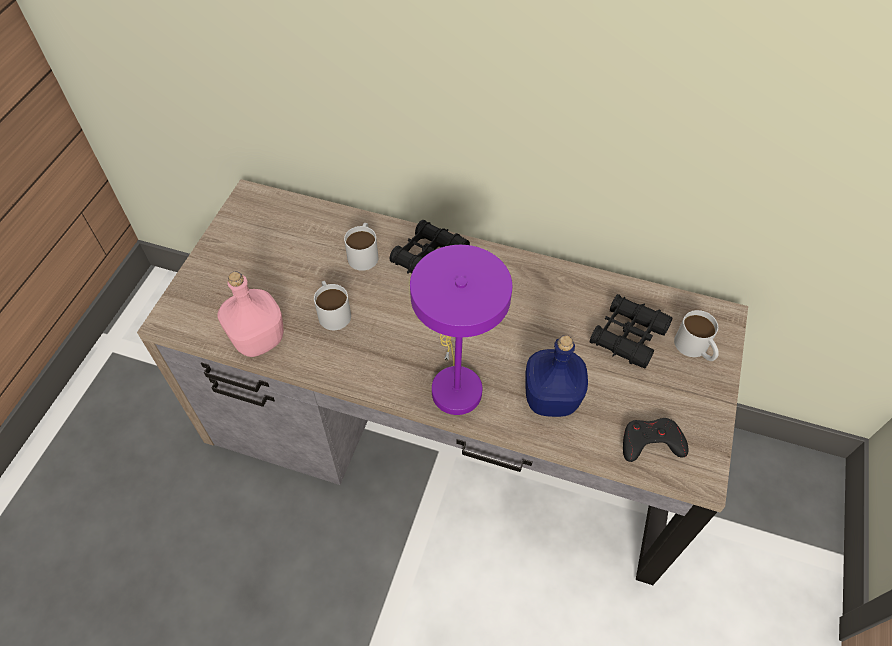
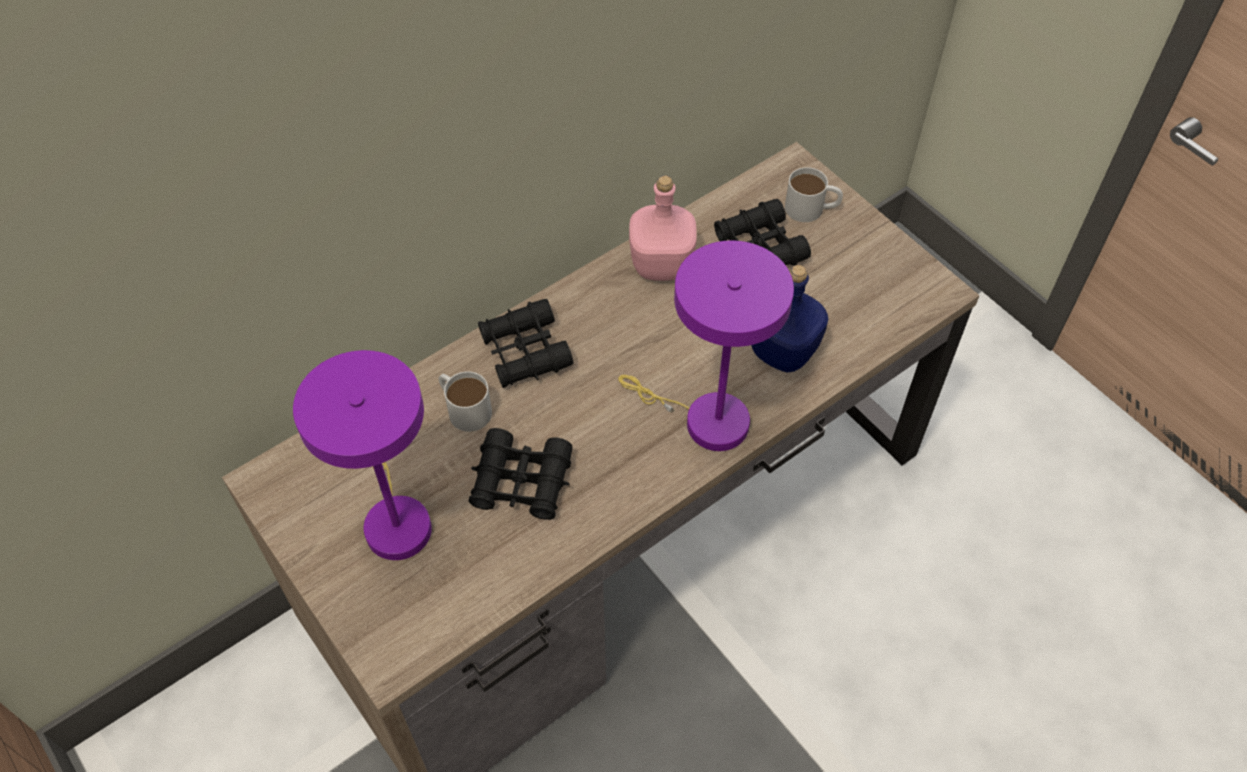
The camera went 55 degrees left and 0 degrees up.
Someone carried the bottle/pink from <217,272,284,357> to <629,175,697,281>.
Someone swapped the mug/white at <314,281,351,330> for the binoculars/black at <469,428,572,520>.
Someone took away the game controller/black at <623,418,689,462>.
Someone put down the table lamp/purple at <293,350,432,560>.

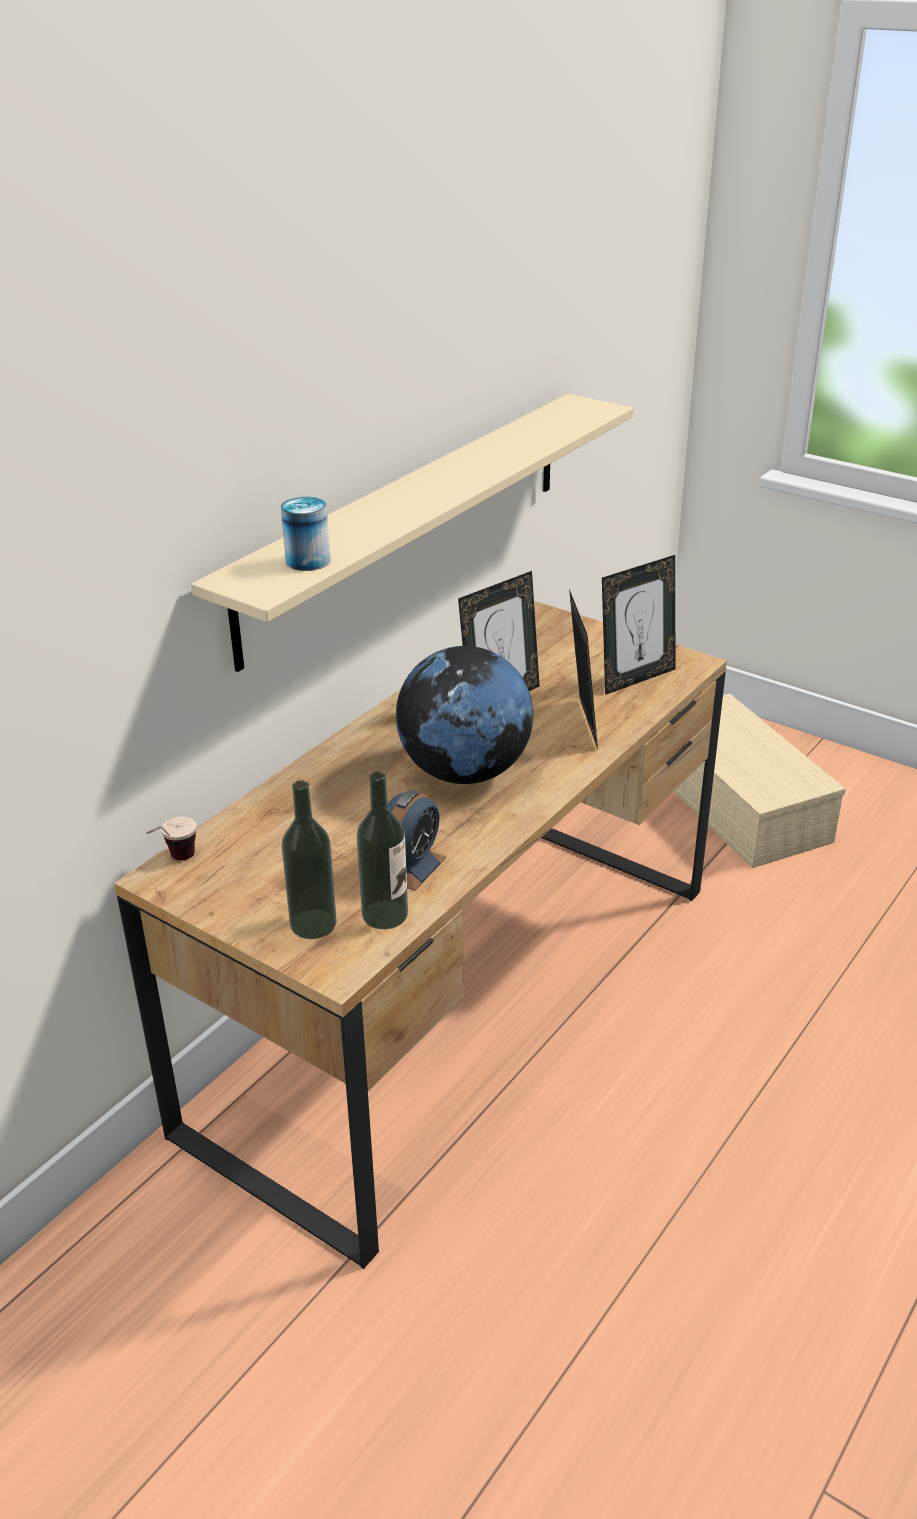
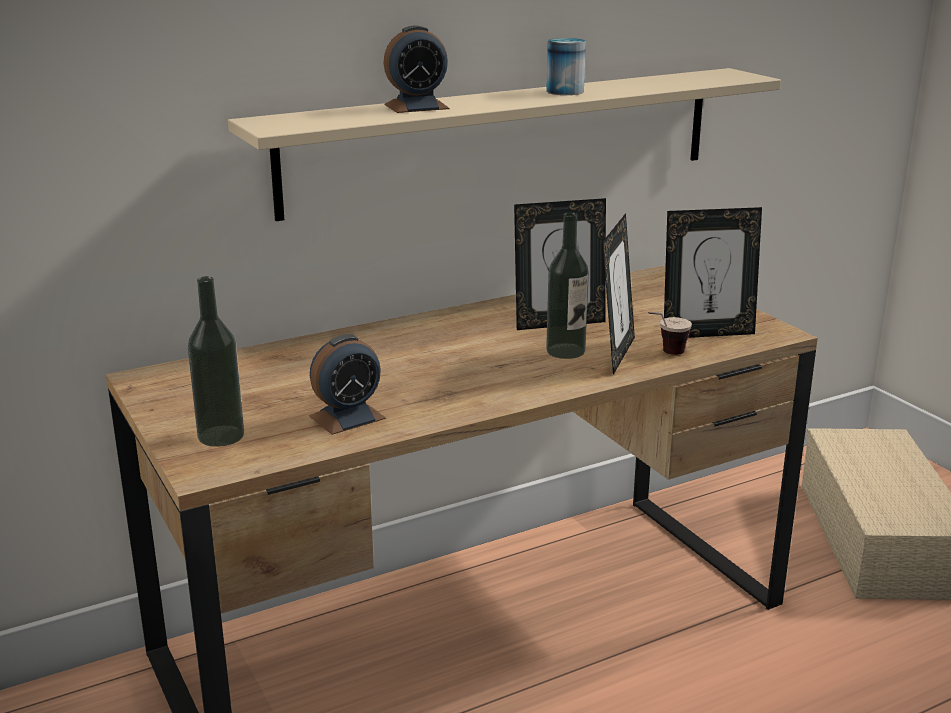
The camera went 25 degrees right and 10 degrees down.
Someone carried the can from <281,497,330,571> to <546,38,586,95>.
Someone took away the globe at <396,646,533,784>.
Someone carried the bottle from <357,771,408,929> to <546,212,589,359>.
Someone carried the cup from <146,817,196,861> to <648,312,692,355>.
Someone put down the alarm clock at <384,25,450,113>.

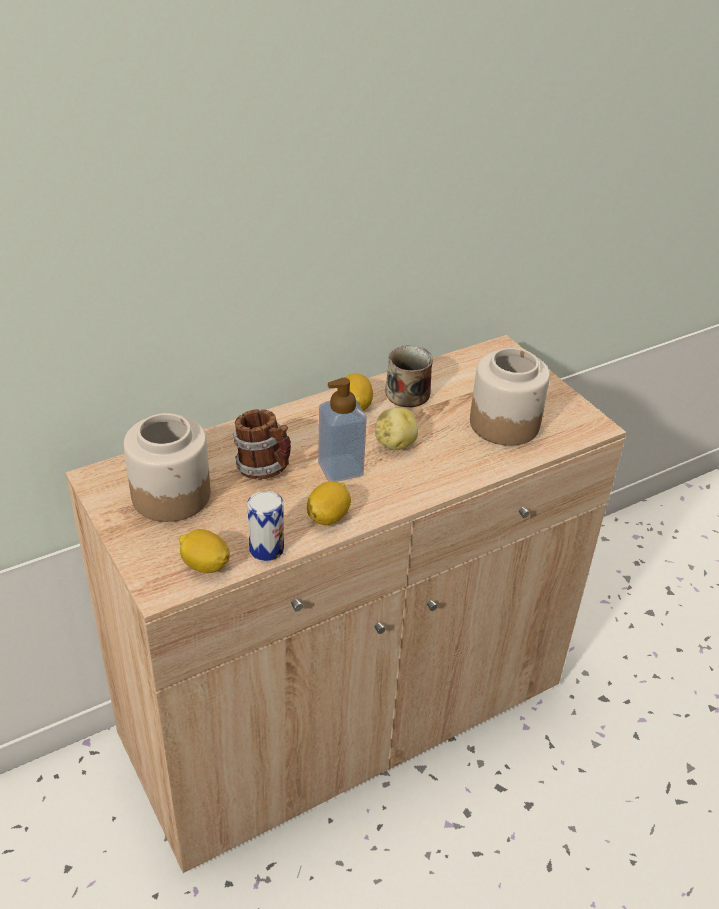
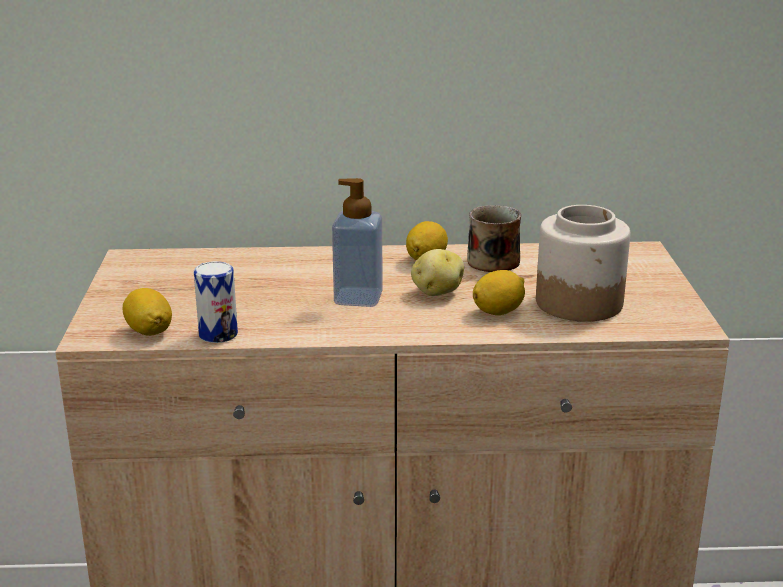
The camera went 30 degrees right and 15 degrees down.
Someone took away the mug at <233,409,291,479>.
Someone took away the jar at <124,413,210,522>.
Someone carried the lemon from <307,481,351,525> to <473,270,525,315>.

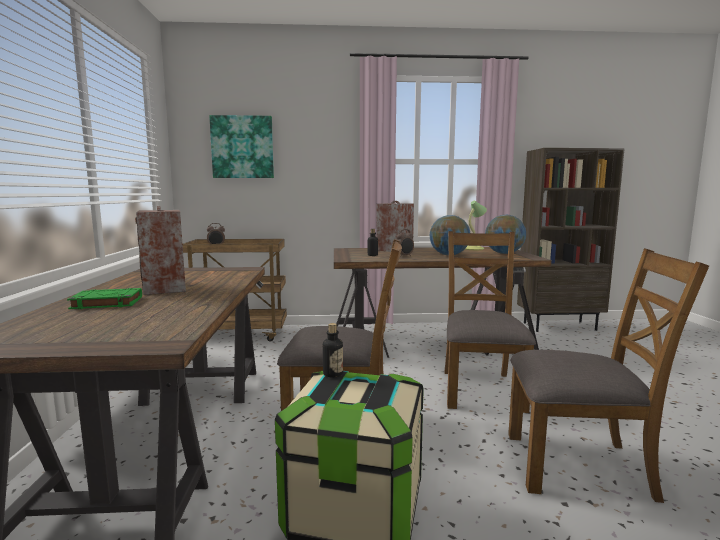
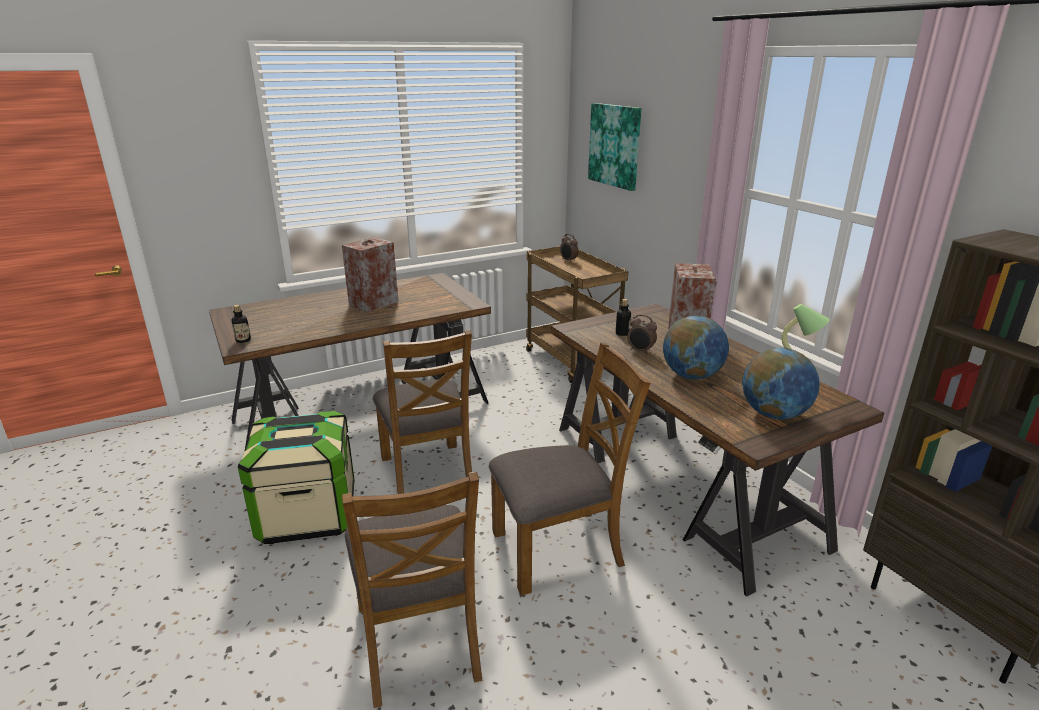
The camera went 65 degrees right and 15 degrees up.
Someone took away the book/green at <67,288,142,309>.
Someone carried the bottle from <323,323,343,378> to <232,305,251,343>.

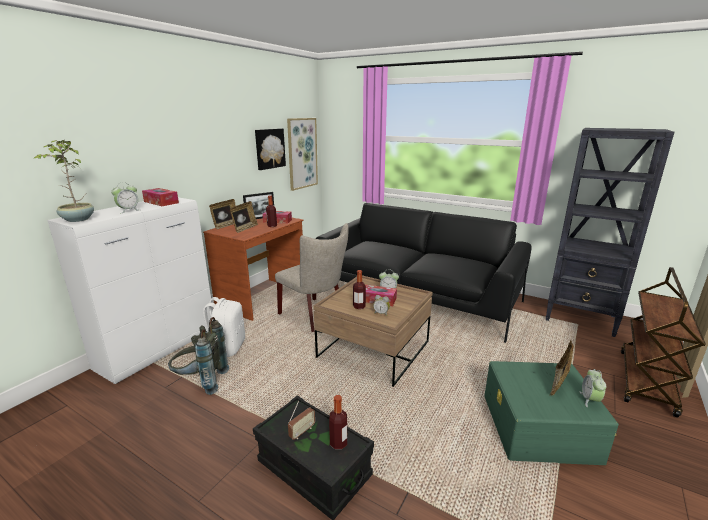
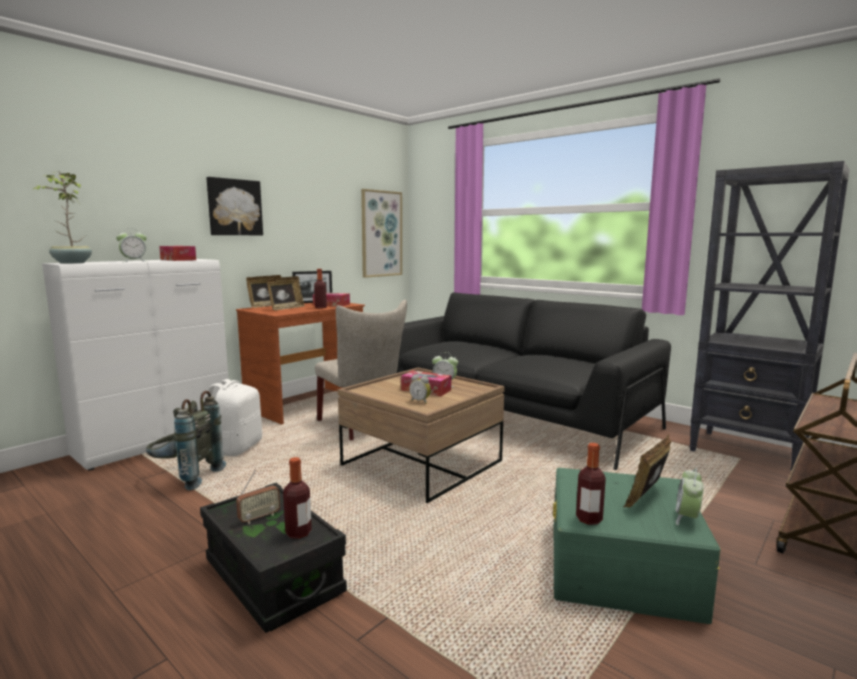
The camera went 10 degrees right and 10 degrees down.
Someone carried the picture from <255,128,286,170> to <206,177,263,235>.
Someone carried the bottle from <353,270,366,309> to <576,443,606,525>.

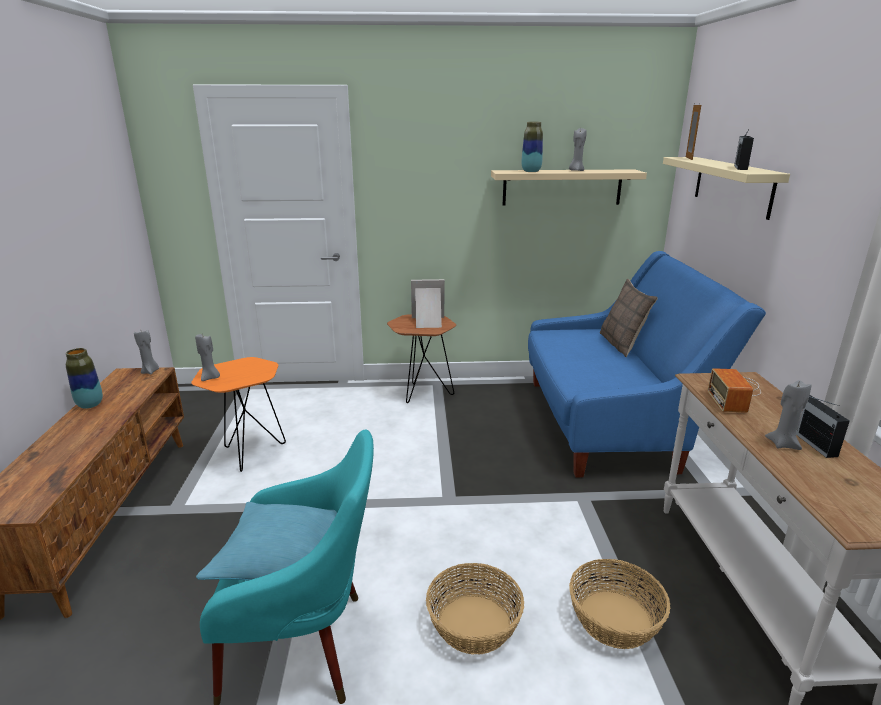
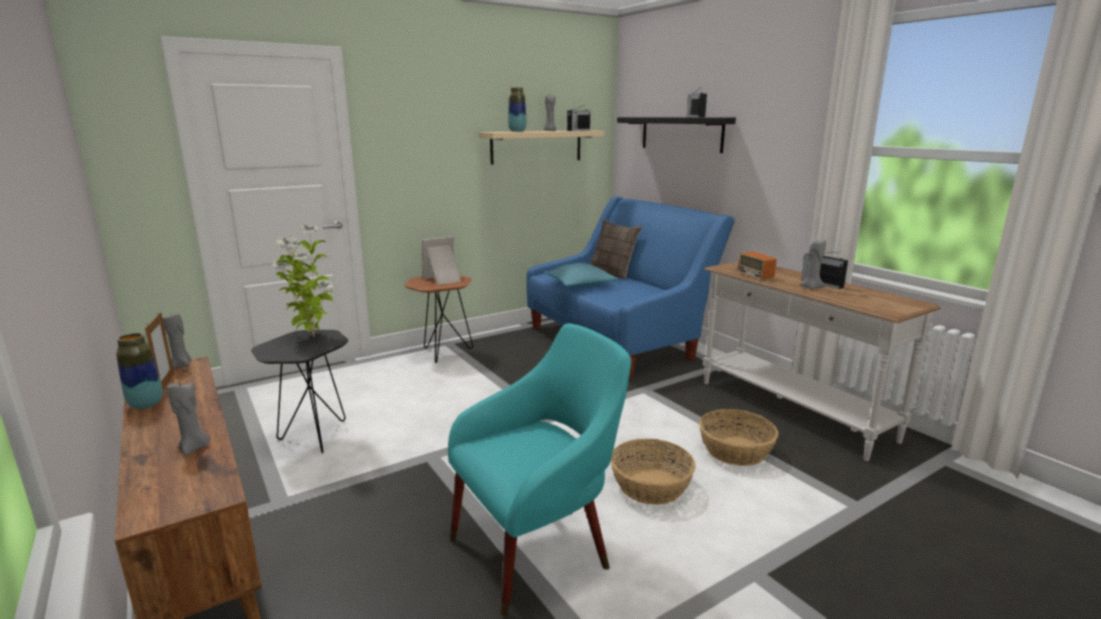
The camera went 30 degrees left and 5 degrees down.
Someone carried the picture frame from <686,104,701,160> to <145,312,174,389>.
Someone repainted the shelf/beige at <663,157,790,220>, which became the shelf/black at <617,117,736,153>.
Someone carried the candle/grey from <195,334,220,381> to <167,381,210,455>.
Someone repainted the side table/orange at <191,357,286,472>, which became the side table/black at <251,330,348,454>.
Someone carried the pillow/turquoise from <196,502,337,581> to <544,263,619,287>.
Someone put down the radio at <567,106,590,131>.
Someone put down the potted plant at <272,225,334,337>.

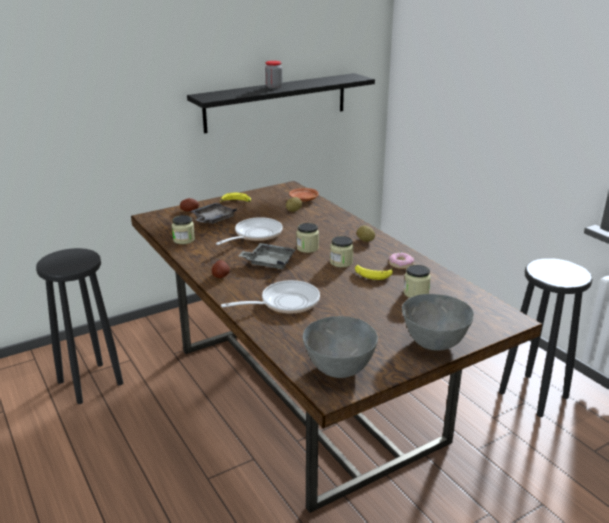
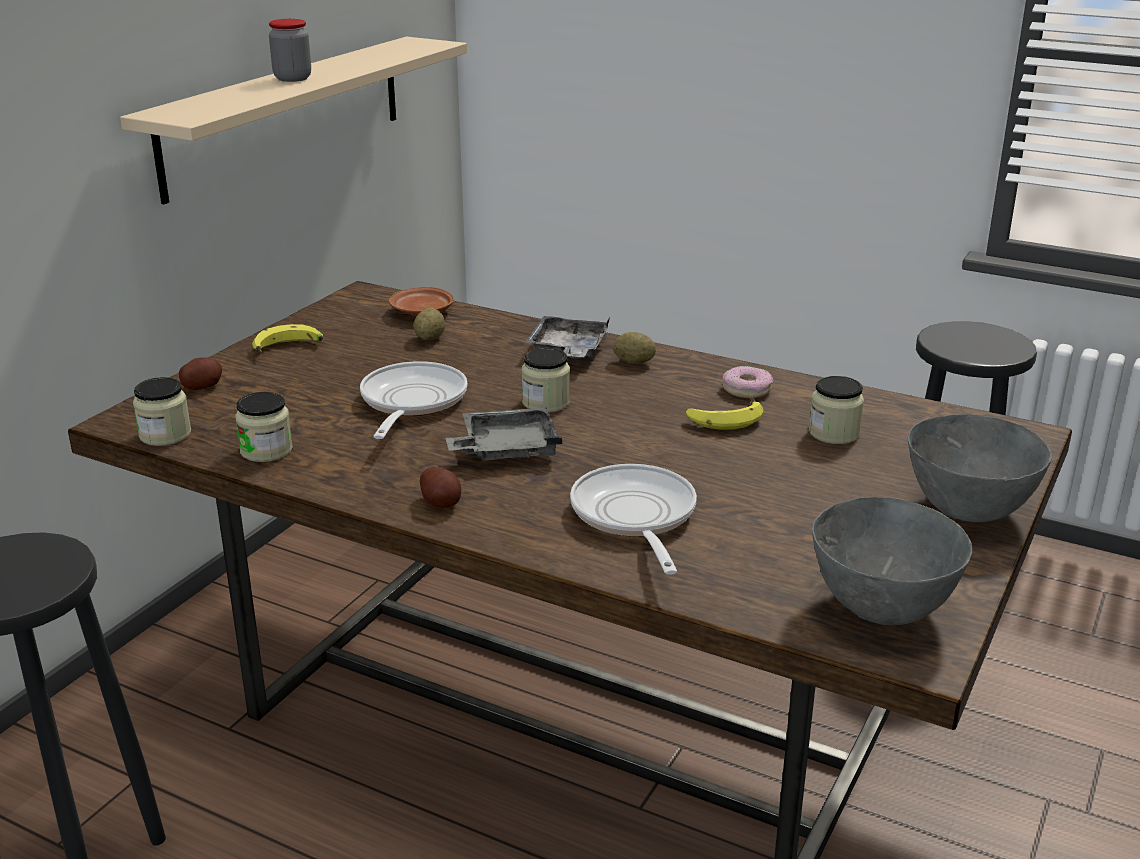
The camera went 30 degrees left and 0 degrees up.
Someone repainted the shelf/black at <187,73,375,134>, which became the shelf/beige at <120,37,467,204>.
Someone carried the tray/grey from <191,203,237,224> to <526,316,610,359>.
Someone carried the jar from <330,236,354,267> to <133,377,191,446>.
Someone rotated the frying pan at <221,280,320,314> by 45 degrees counterclockwise.

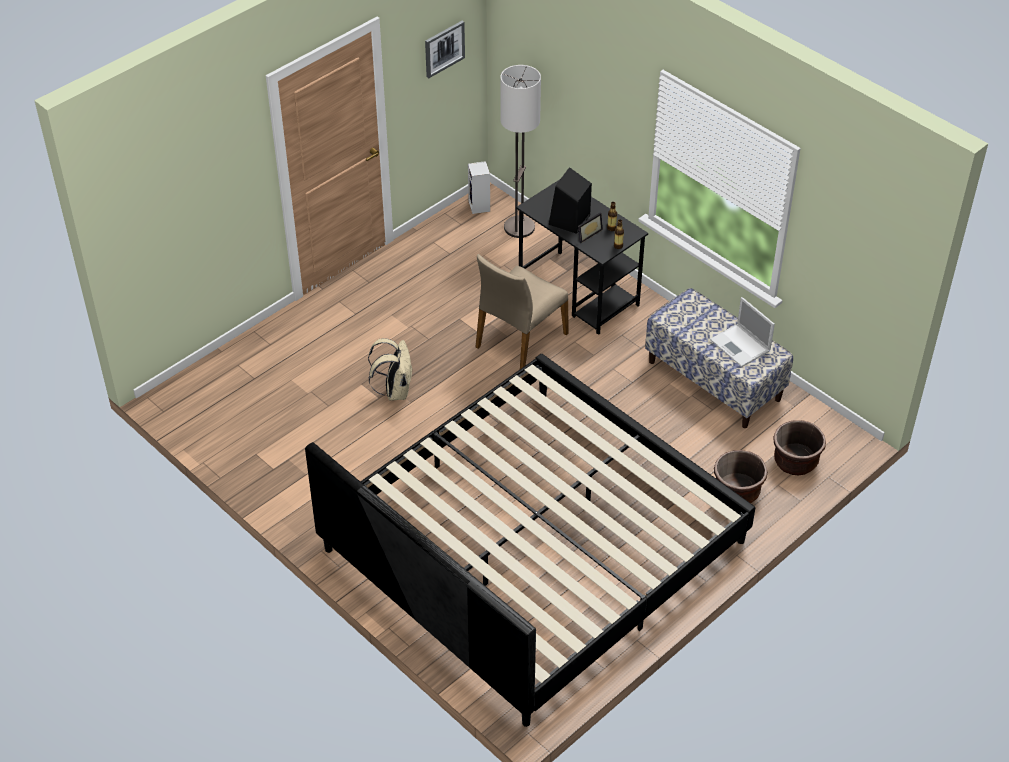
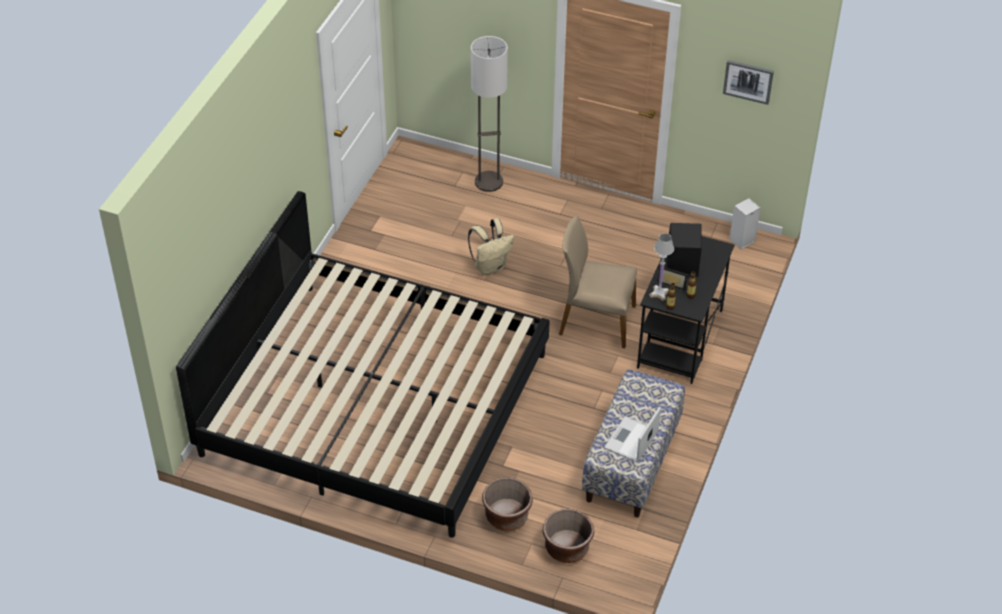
The camera went 65 degrees right and 0 degrees up.
Someone carried the floor lamp from <500,65,541,238> to <471,36,508,192>.
Someone put down the table lamp/white at <649,233,674,301>.

